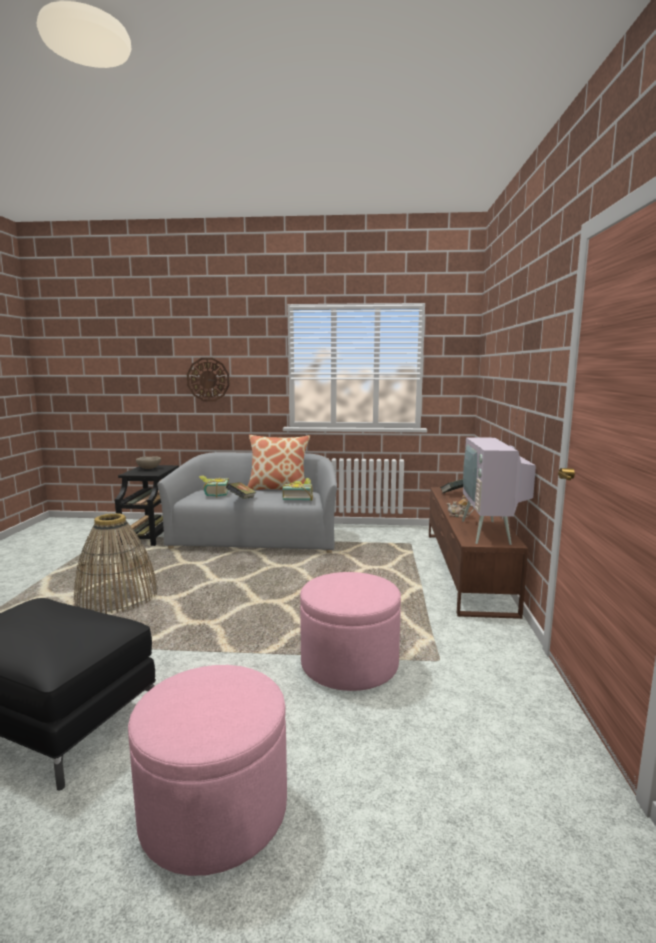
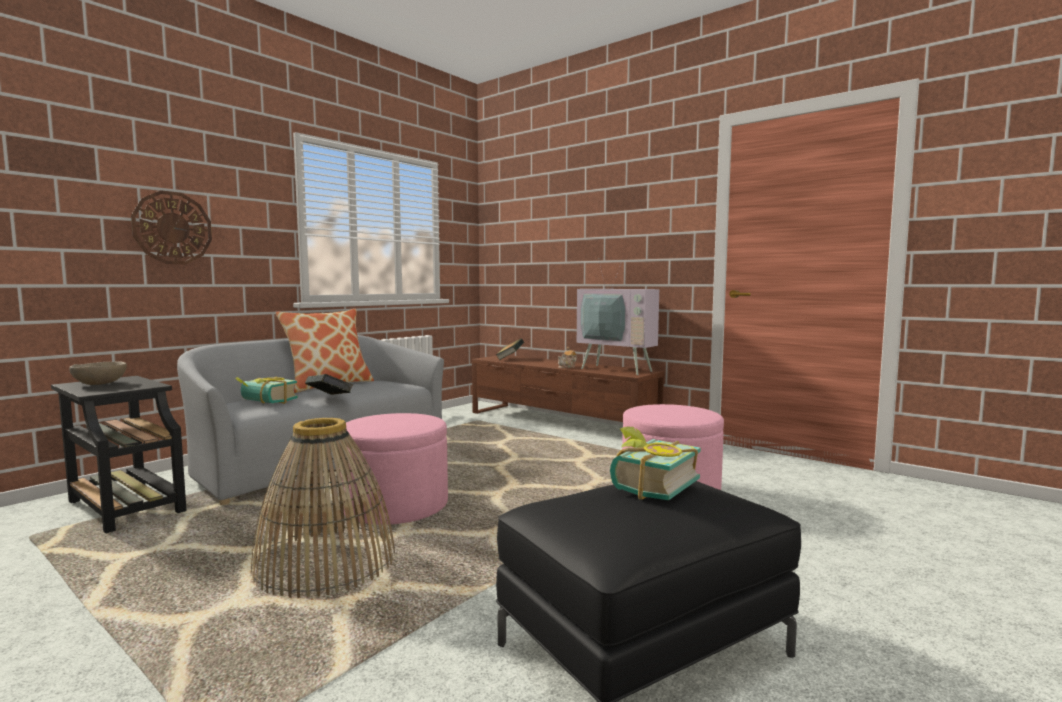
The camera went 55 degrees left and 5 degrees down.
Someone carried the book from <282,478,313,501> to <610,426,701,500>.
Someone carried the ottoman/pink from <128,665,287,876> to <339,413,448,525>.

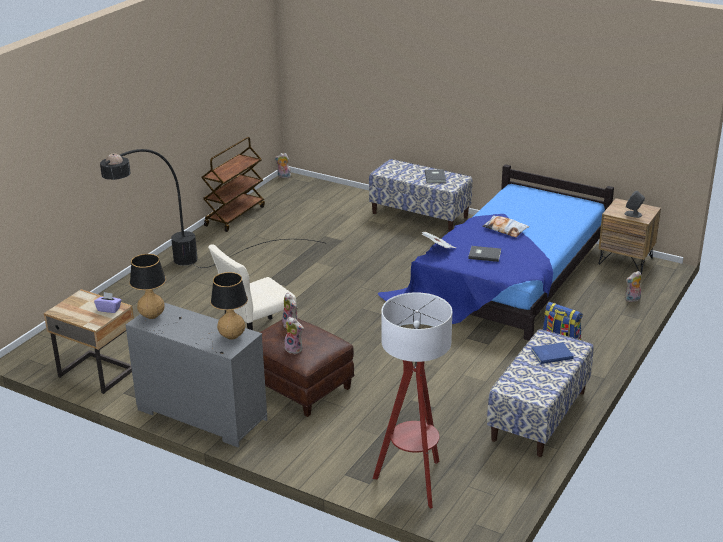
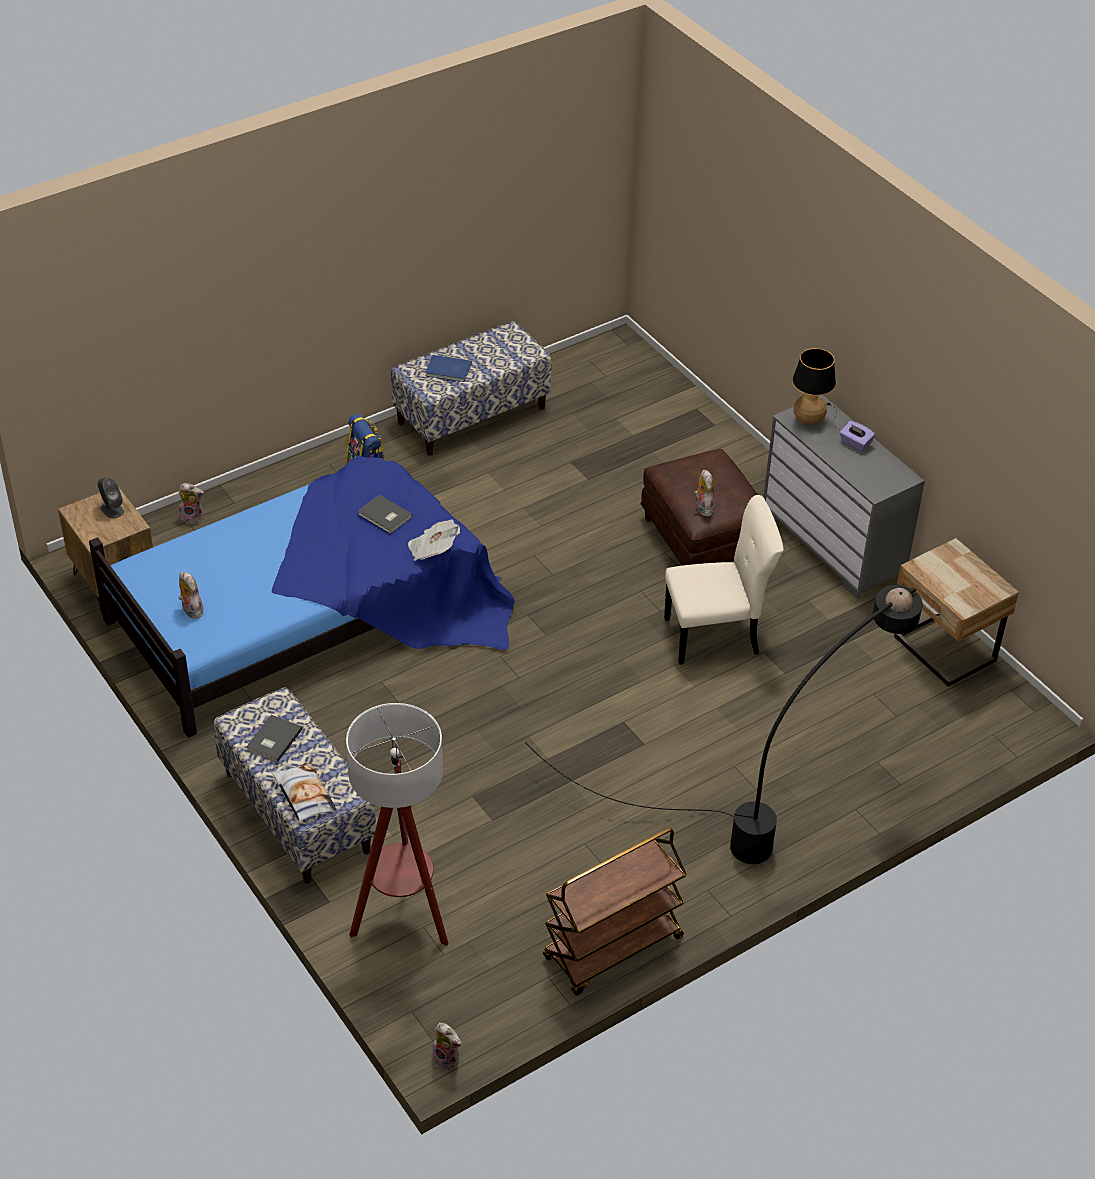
The camera went 155 degrees left and 15 degrees up.
Someone carried the pillow from <482,215,529,237> to <272,763,337,822>.
Someone took away the table lamp at <129,254,182,334>.
Someone carried the tissue box/purple from <94,292,121,313> to <840,421,875,452>.
Someone carried the floor lamp from <373,292,452,509> to <346,703,449,946>.
Someone carried the plush toy from <285,317,304,354> to <178,572,203,619>.

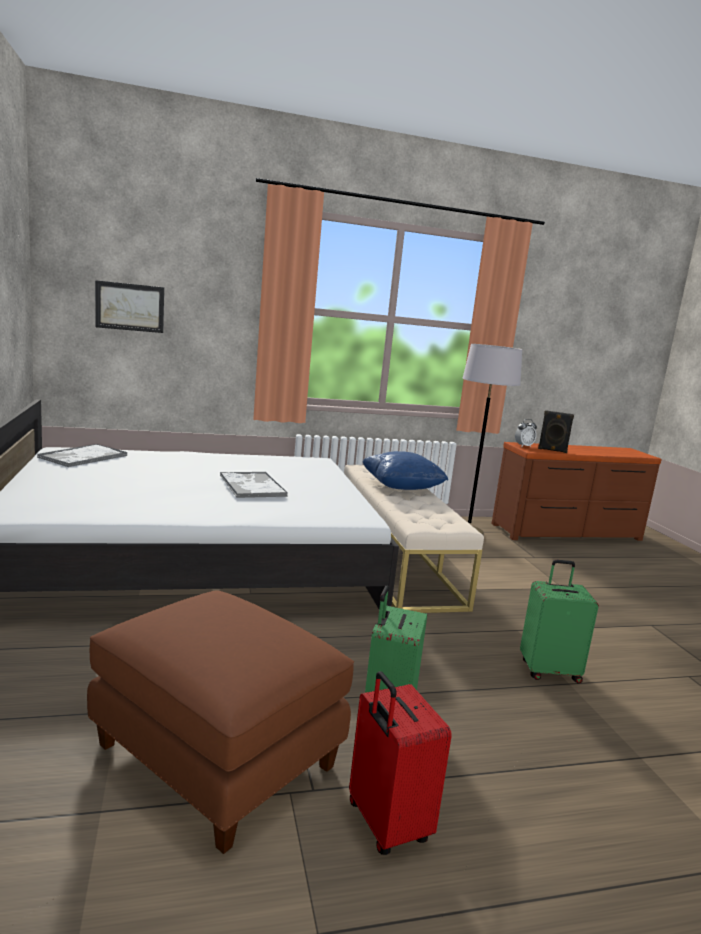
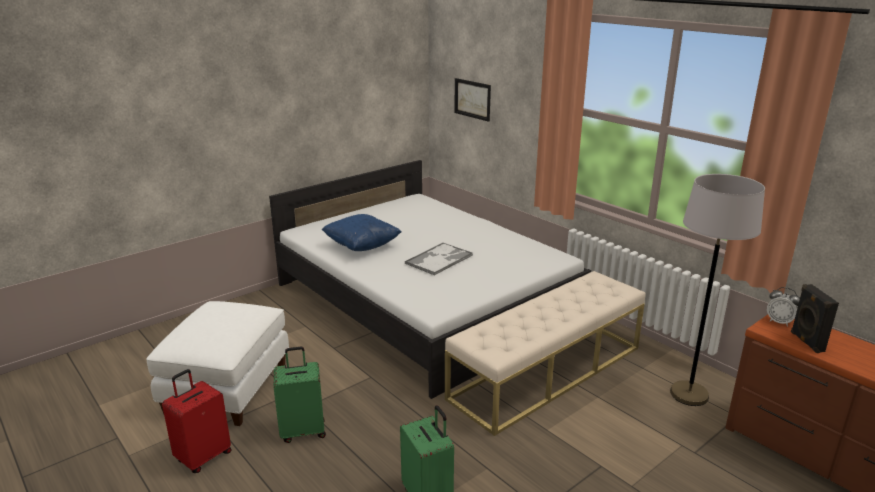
The camera went 65 degrees right and 10 degrees up.
Someone took away the tray at <37,444,127,467>.
Someone carried the pillow/blue from <362,451,448,490> to <322,214,401,251>.
Someone repainted the ottoman/brown at <87,591,354,854>, which became the ottoman/white at <146,301,289,426>.

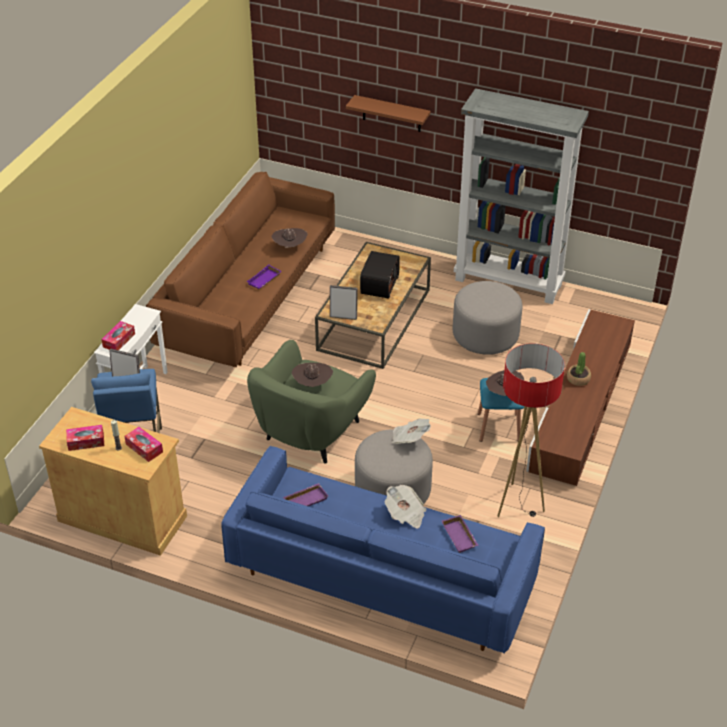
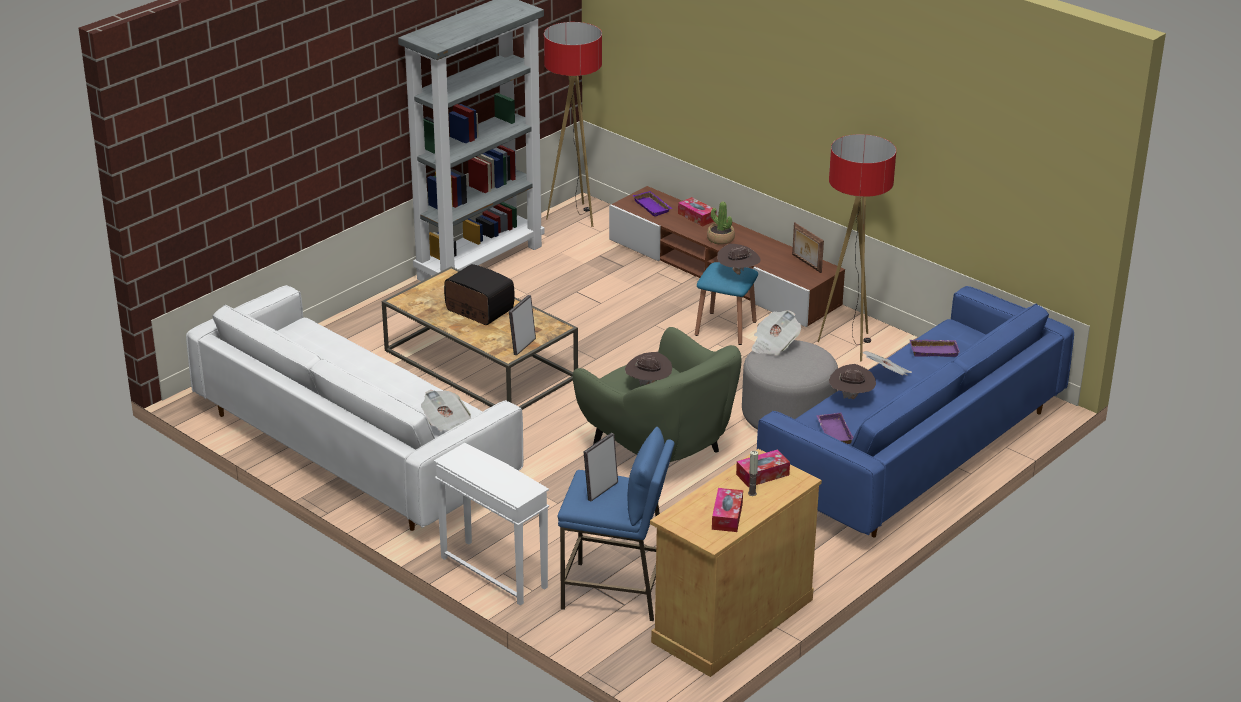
The camera went 70 degrees left and 10 degrees down.
Someone took away the shelf/brown at <346,95,431,132>.
Someone repainted the sofa/brown at <146,172,335,367>, which became the sofa/white at <186,285,523,531>.
Someone carried the hat/brown from <271,228,308,248> to <829,364,876,399>.
Someone carried the tray/purple from <247,264,282,289> to <632,191,673,217>.
Someone took away the ottoman/grey at <453,281,522,355>.
Someone carried the tissue box from <101,321,135,350> to <678,197,714,227>.
Someone put down the floor lamp at <544,22,602,227>.
Someone put down the picture frame at <792,222,824,273>.
Someone put down the newspaper at <421,390,471,431>.

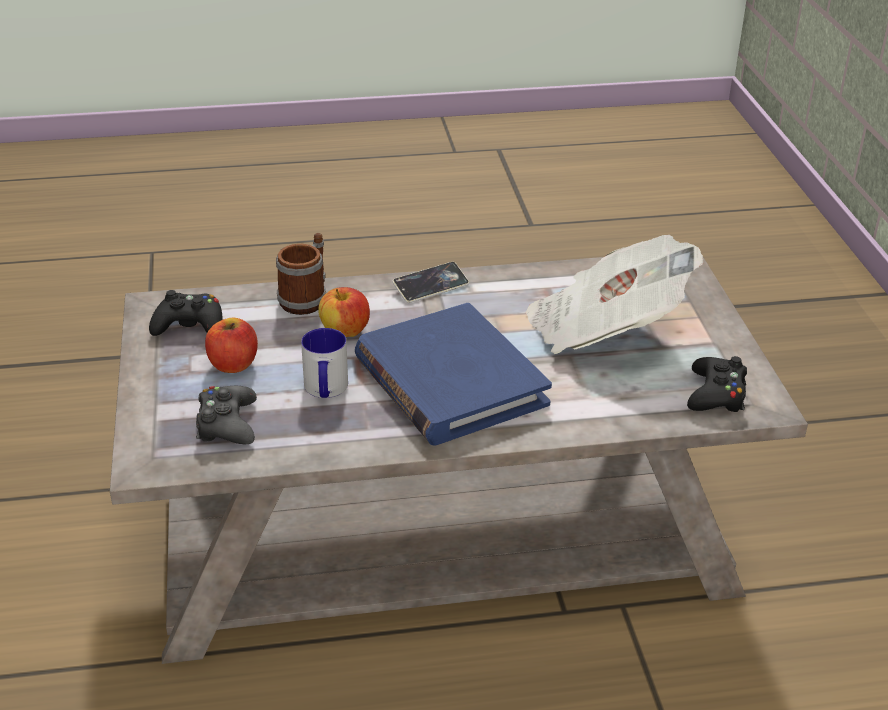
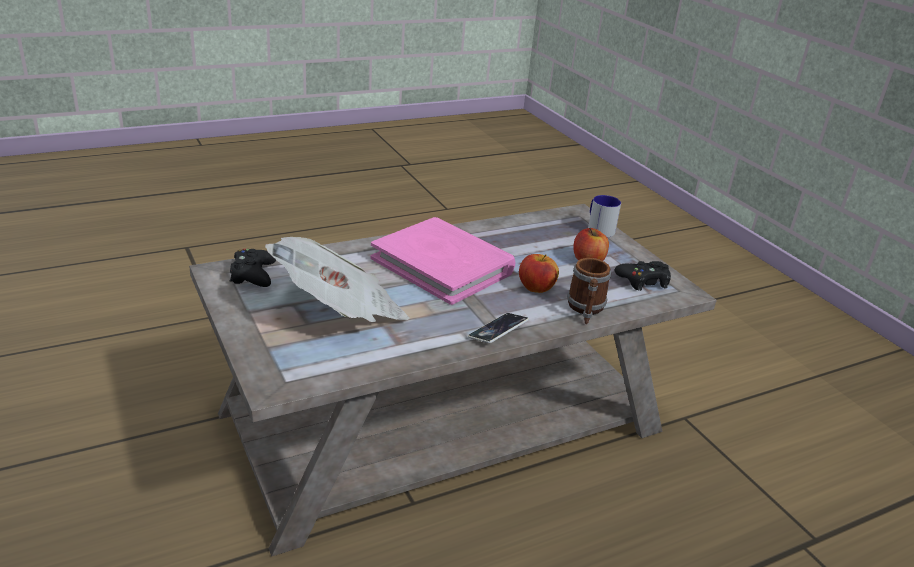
The camera went 160 degrees right and 5 degrees down.
Someone repainted the book/blue at <355,303,552,445>, which became the book/pink at <370,217,516,305>.
Someone carried the mug from <301,328,348,398> to <588,195,621,237>.
Someone took away the game controller/black at <196,386,257,444>.

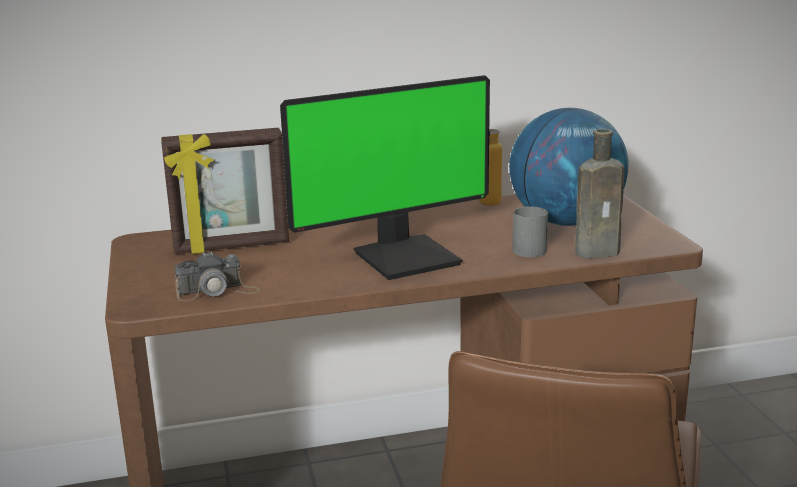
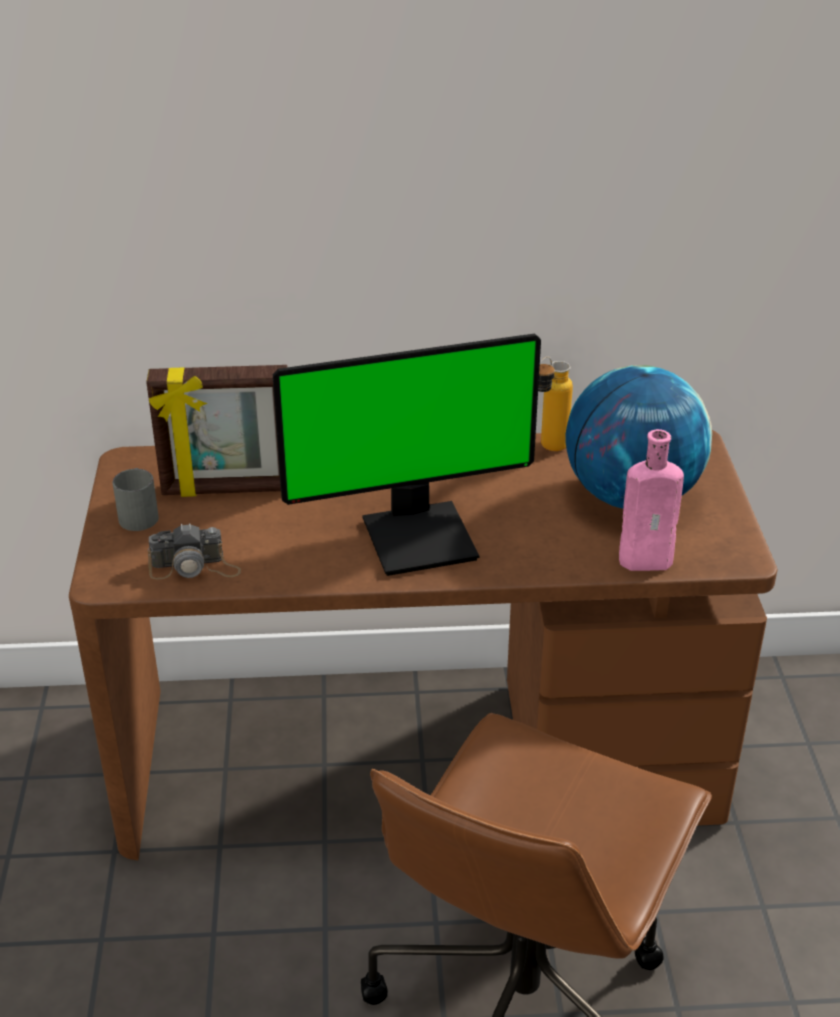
The camera went 10 degrees right and 15 degrees up.
Someone repainted the bottle/brown at <575,129,625,259>, which became the bottle/pink at <619,429,684,571>.
Someone carried the mug/grey from <512,206,548,257> to <113,468,159,531>.

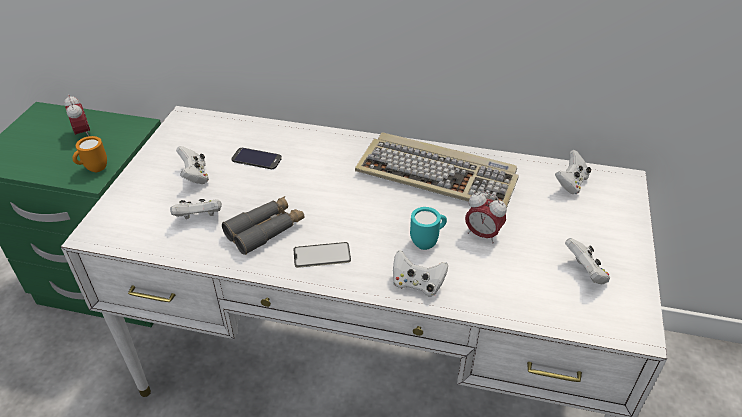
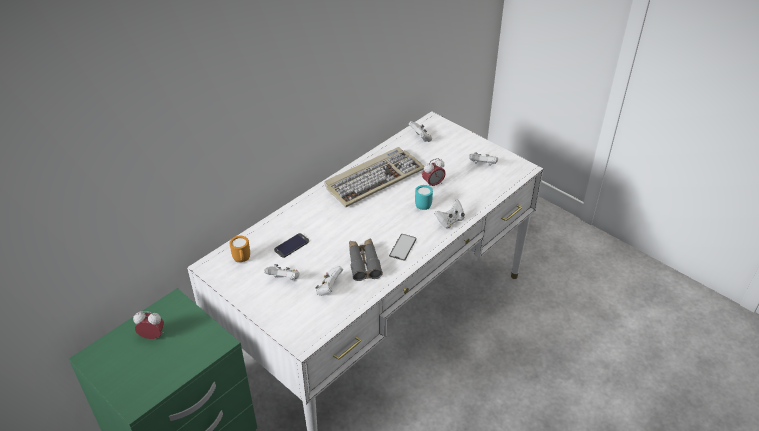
The camera went 60 degrees left and 0 degrees up.
Someone carried the mug/orange from <72,136,107,172> to <230,236,250,262>.

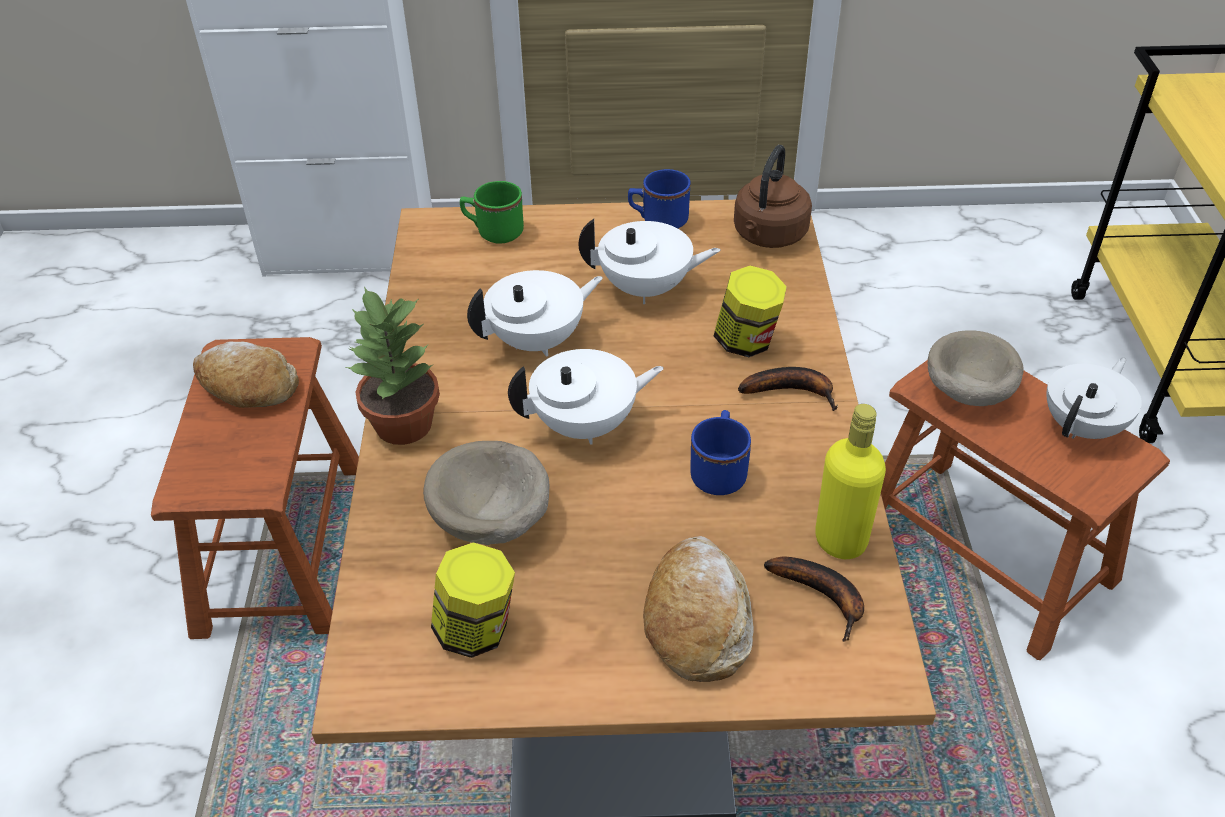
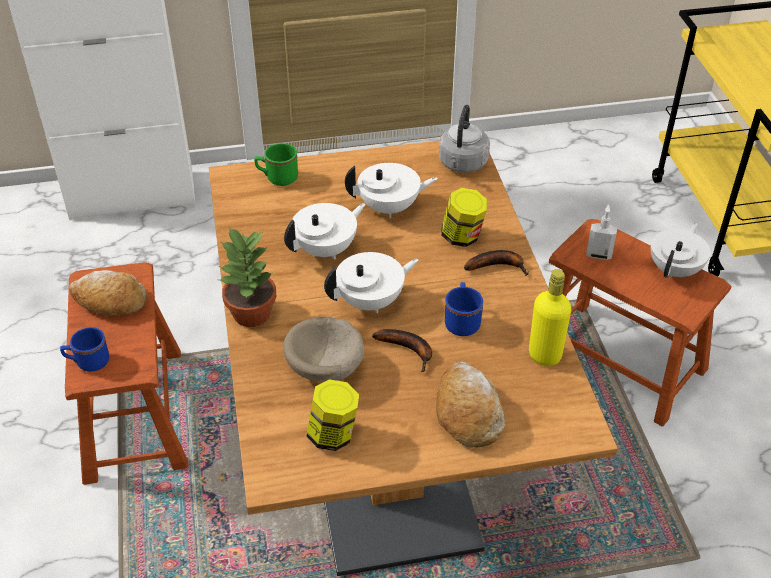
The camera went 10 degrees left and 0 degrees up.
Someone repainted the kettle/brown at <734,145,812,248>, which became the kettle/grey at <439,105,490,173>.
Someone carried the mug/blue from <628,169,691,228> to <60,327,109,372>.
Someone swapped the bowl/beige at <928,330,1024,406> for the soap dispenser at <586,205,617,260>.
Someone carried the banana from <764,557,864,642> to <372,329,432,372>.

